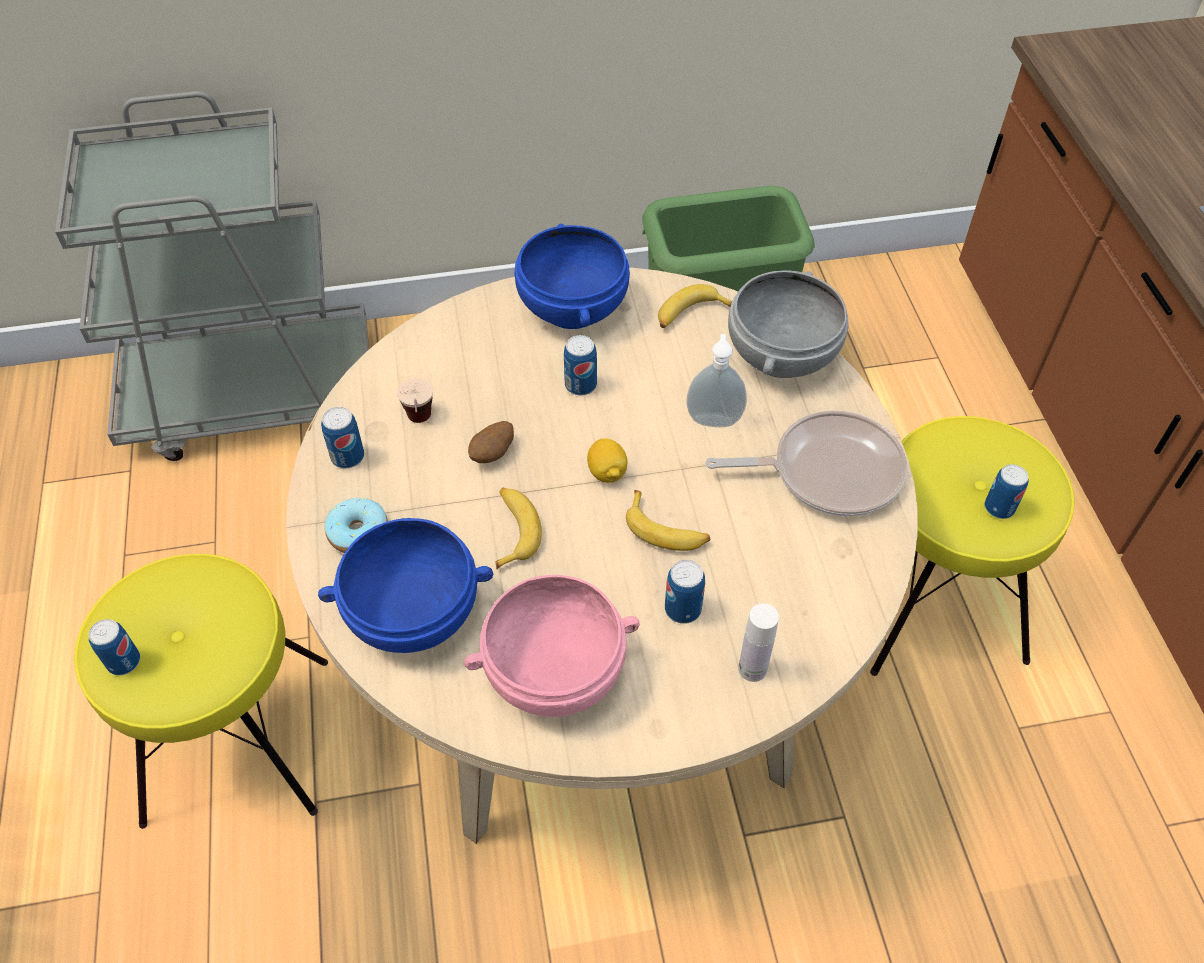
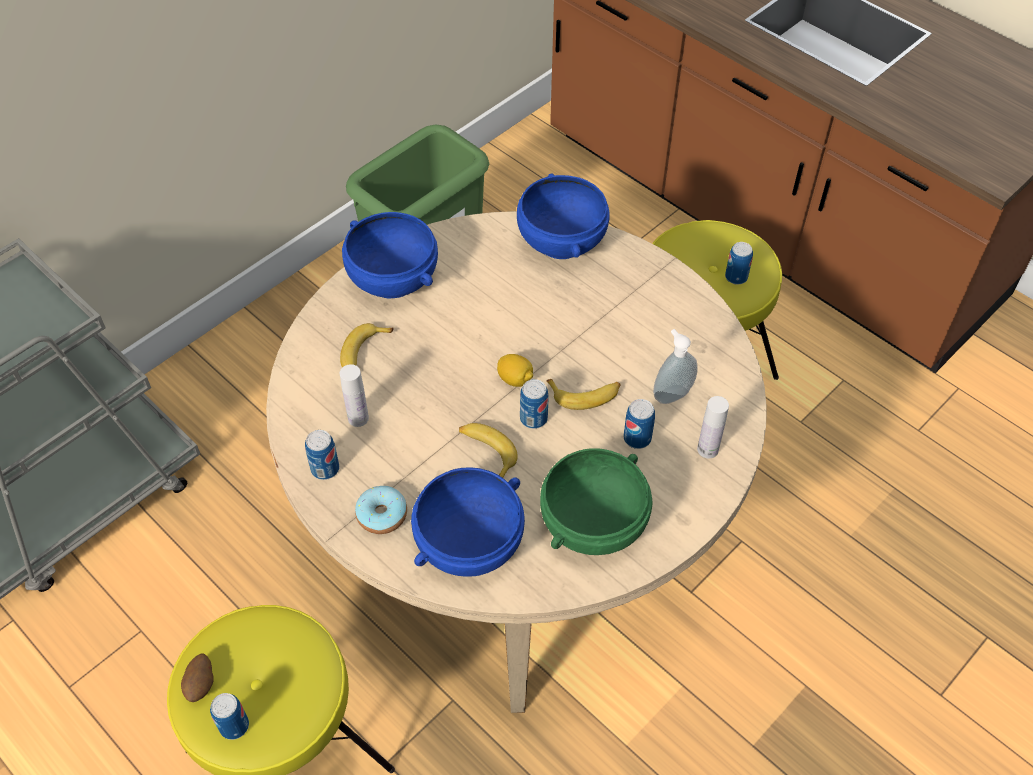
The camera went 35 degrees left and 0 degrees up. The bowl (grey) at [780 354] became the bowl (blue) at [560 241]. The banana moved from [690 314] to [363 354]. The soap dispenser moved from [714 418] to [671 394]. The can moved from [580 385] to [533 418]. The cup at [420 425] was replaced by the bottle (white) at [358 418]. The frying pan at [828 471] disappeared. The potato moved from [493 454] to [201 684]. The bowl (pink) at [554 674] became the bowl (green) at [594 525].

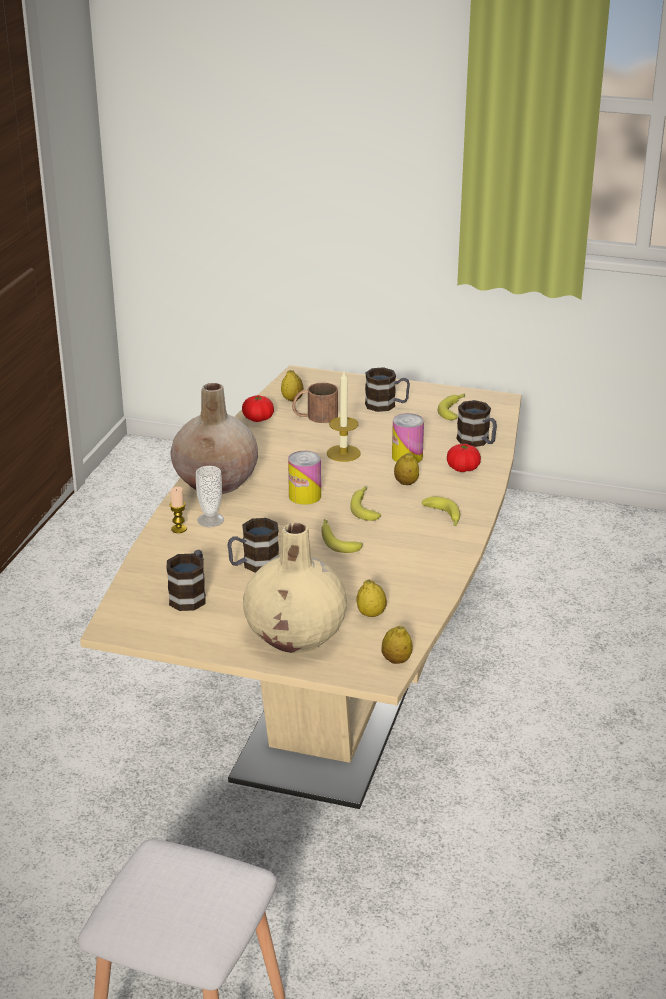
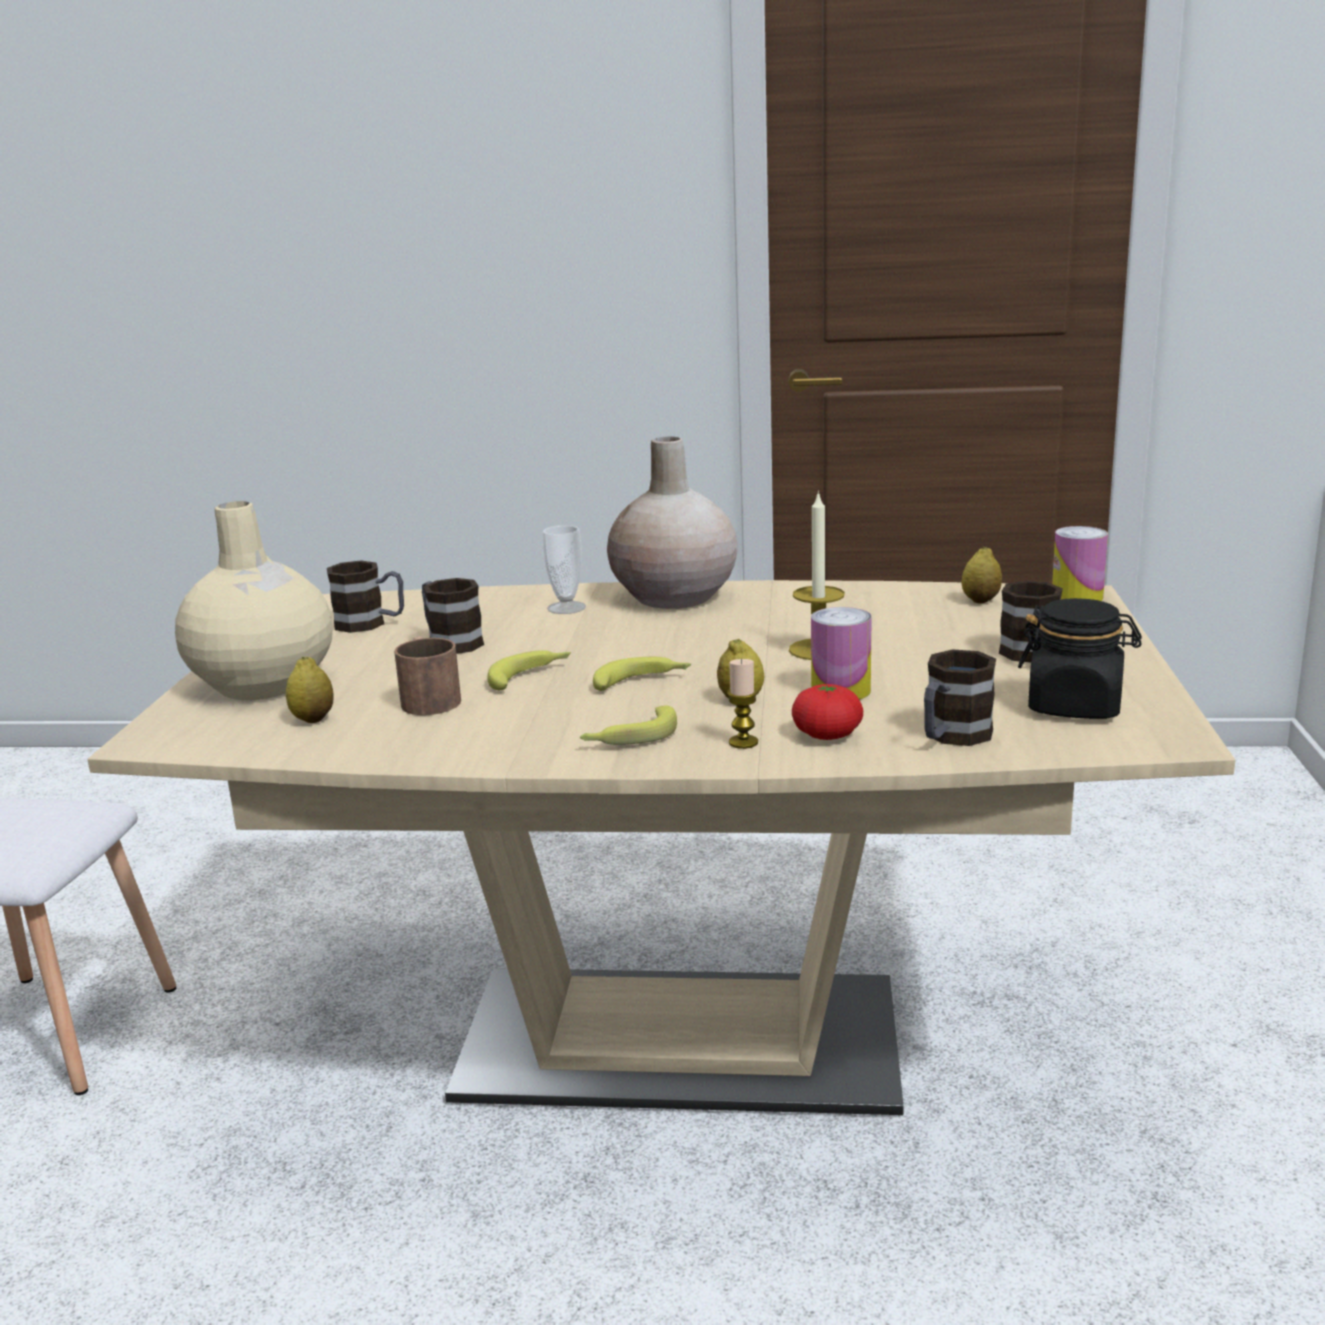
The camera went 80 degrees right and 10 degrees down. The mug (brown) moved from [315 416] to [428 698]. The banana at [454 410] was replaced by the jar (black) at [1075 706]. The tomato at [258 419] disappeared. The can moved from [305 496] to [1077 597]. The candle moved from [179 529] to [743 742]. The lemon at [396 660] disappeared.

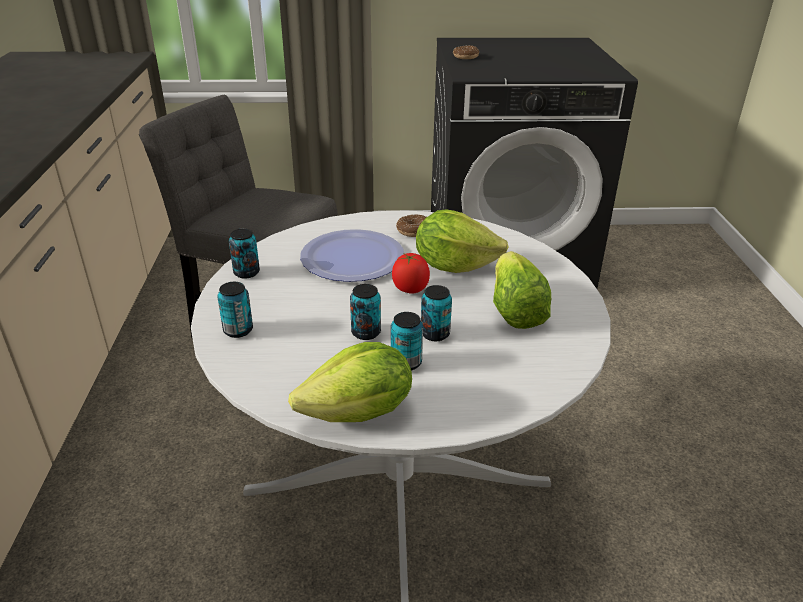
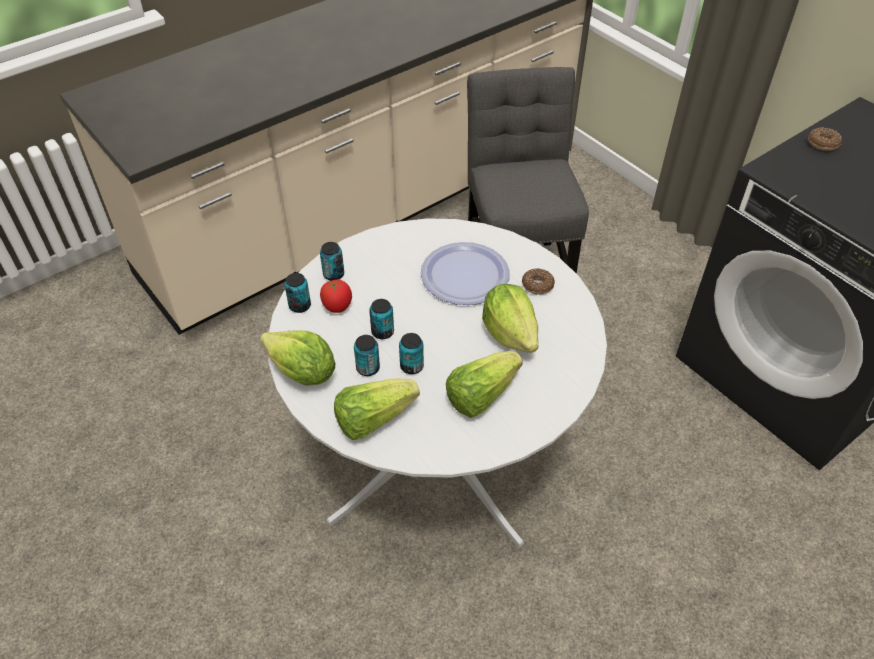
The camera went 55 degrees right and 15 degrees up. The can moved from [246 272] to [300 306]. The tomato moved from [410 289] to [337 306]. The lettuce at [373 419] appeared.

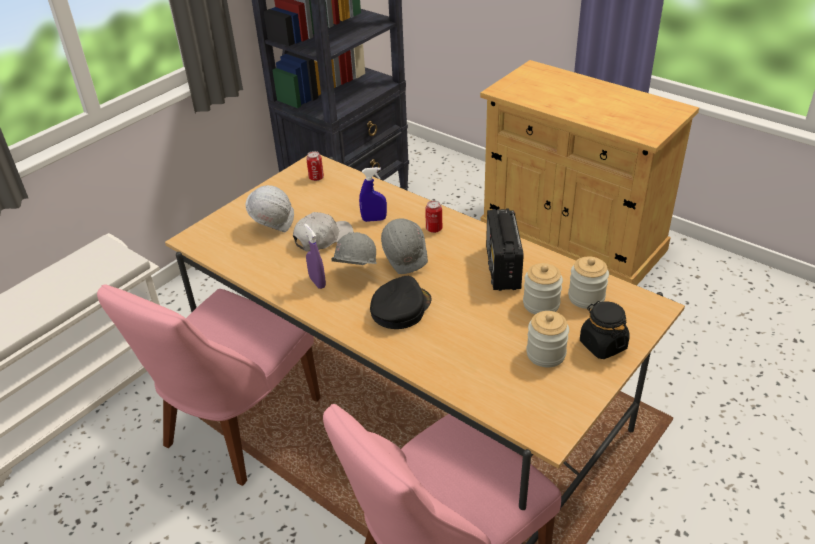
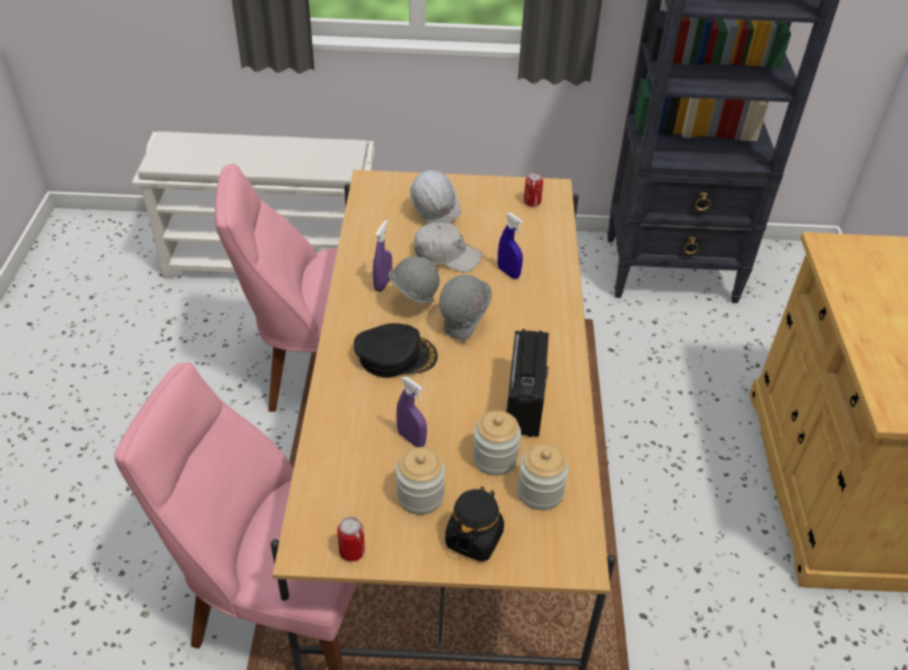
The camera went 50 degrees right and 5 degrees up. The can moved from [434 229] to [352 552]. The radio at [502 268] turned 135 degrees clockwise. The spray bottle (purple) at [411 439] appeared.

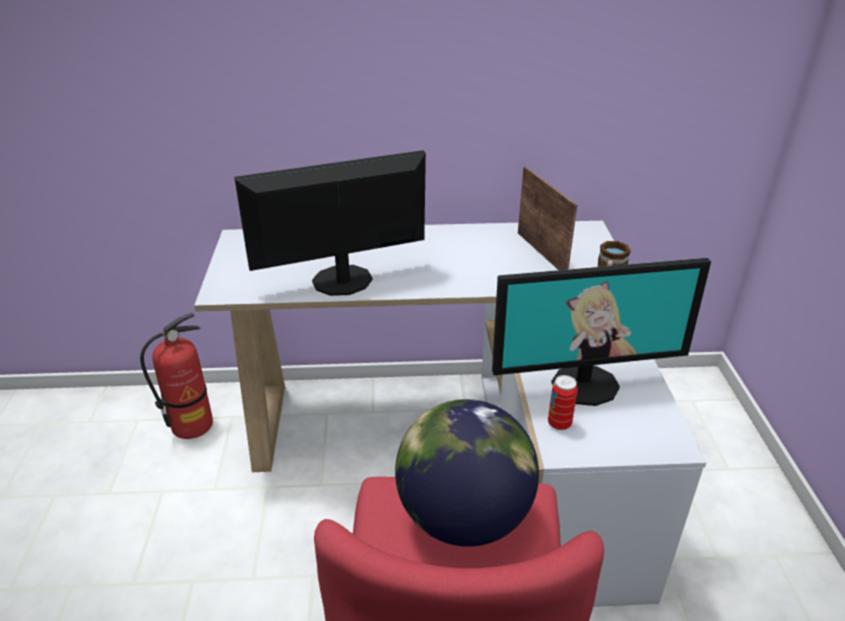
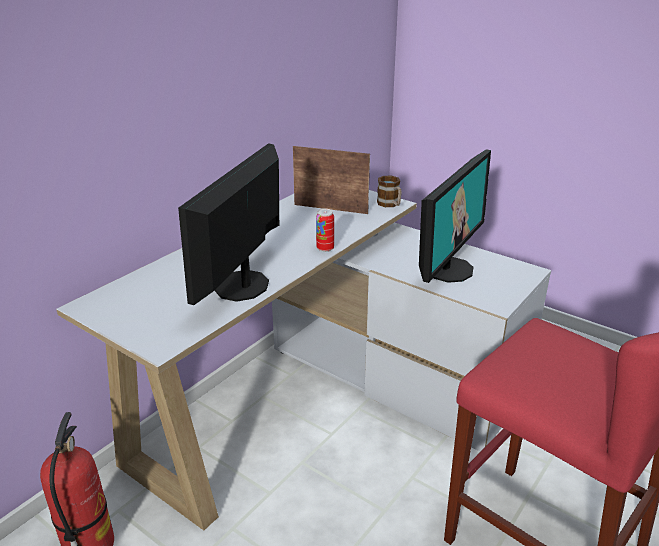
The camera went 50 degrees left and 5 degrees down. The can moved from [559 423] to [325 248]. The globe at [463 517] disappeared.

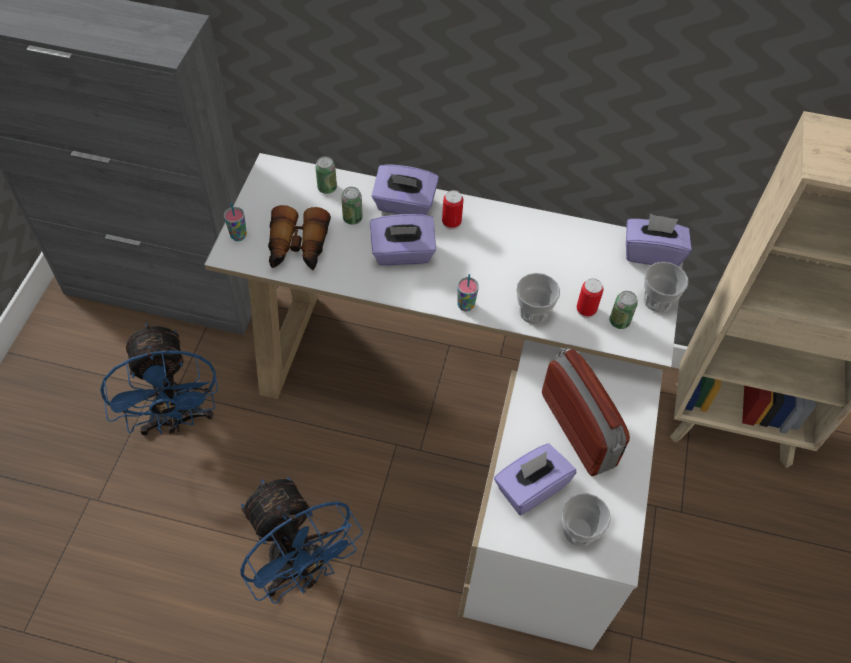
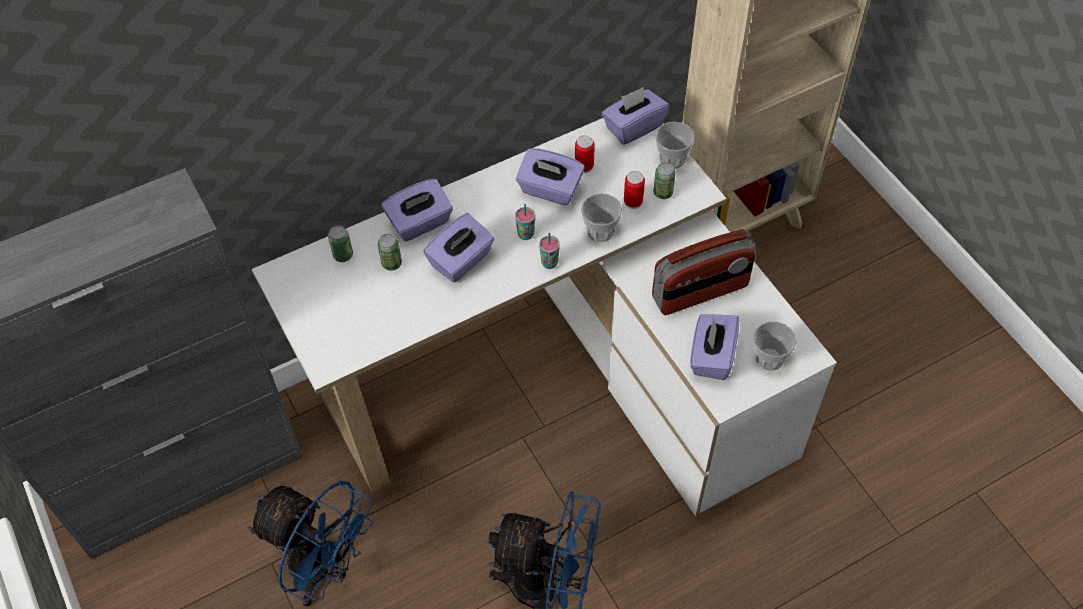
The camera went 40 degrees left and 0 degrees up. The can moved from [451 222] to [584 166]. The cup moved from [238 236] to [526 234]. The binoculars at [297 248] disappeared. The radio at [578 429] turned 135 degrees clockwise. The tissue box (purple) at [550 190] appeared.

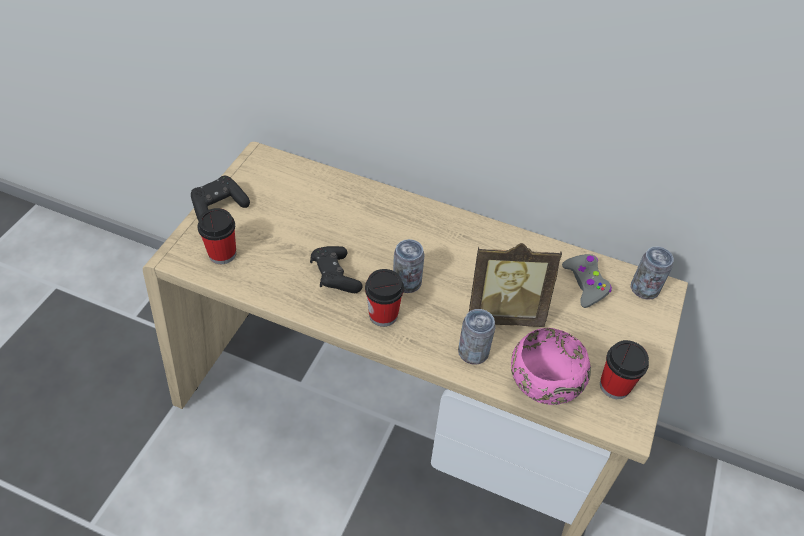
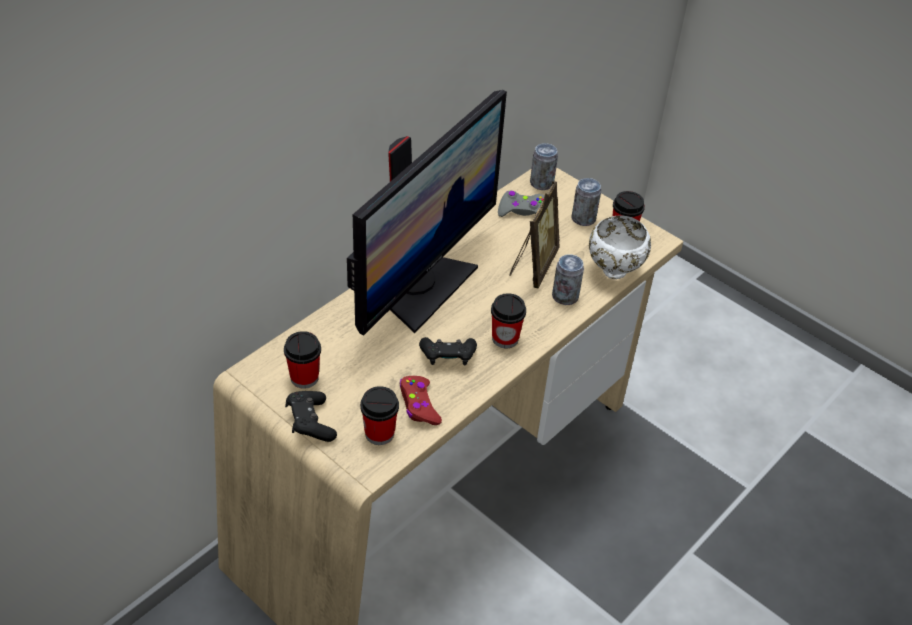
The camera went 70 degrees left and 5 degrees down. The can moved from [407 282] to [583 219]. The bowl (pink) at [540 390] became the bowl (white) at [613 273]. The monitor at [422 287] appeared. The cup at [304 378] appeared. The game controller (red) at [419 405] appeared.

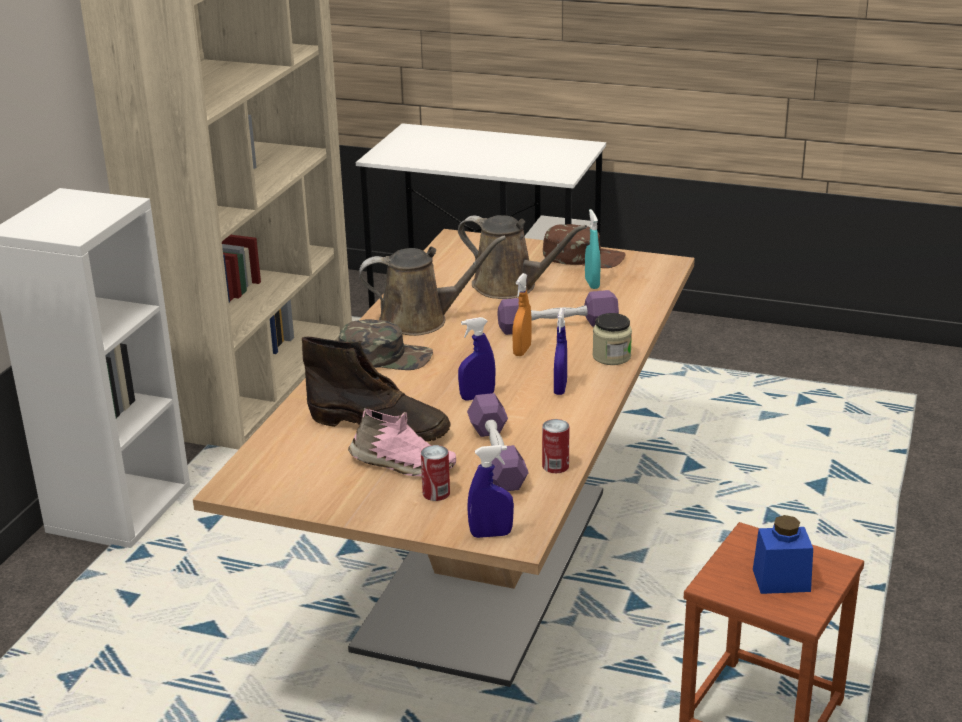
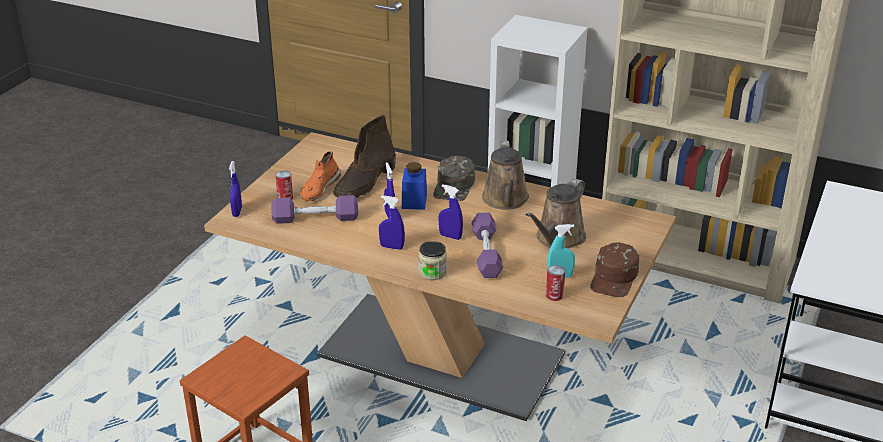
The camera went 95 degrees right and 5 degrees up. The spray bottle (orange) at [522 351] became the spray bottle (blue) at [450 236]. The shoe (pink) at [402 464] became the shoe (orange) at [319 188]. The can moved from [555 466] to [554 295]. The jar (blue) moved from [781 580] to [414 201].

